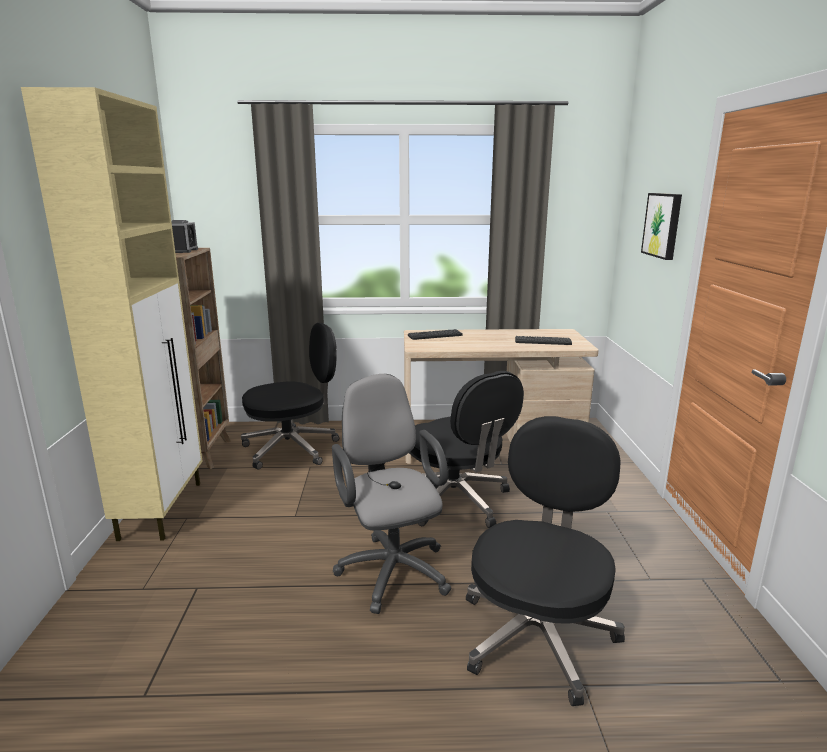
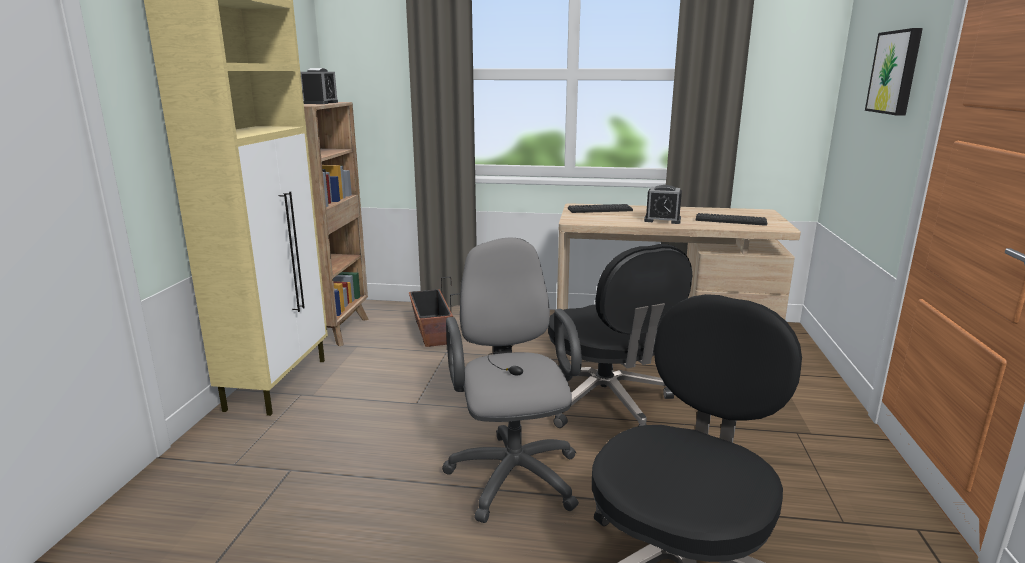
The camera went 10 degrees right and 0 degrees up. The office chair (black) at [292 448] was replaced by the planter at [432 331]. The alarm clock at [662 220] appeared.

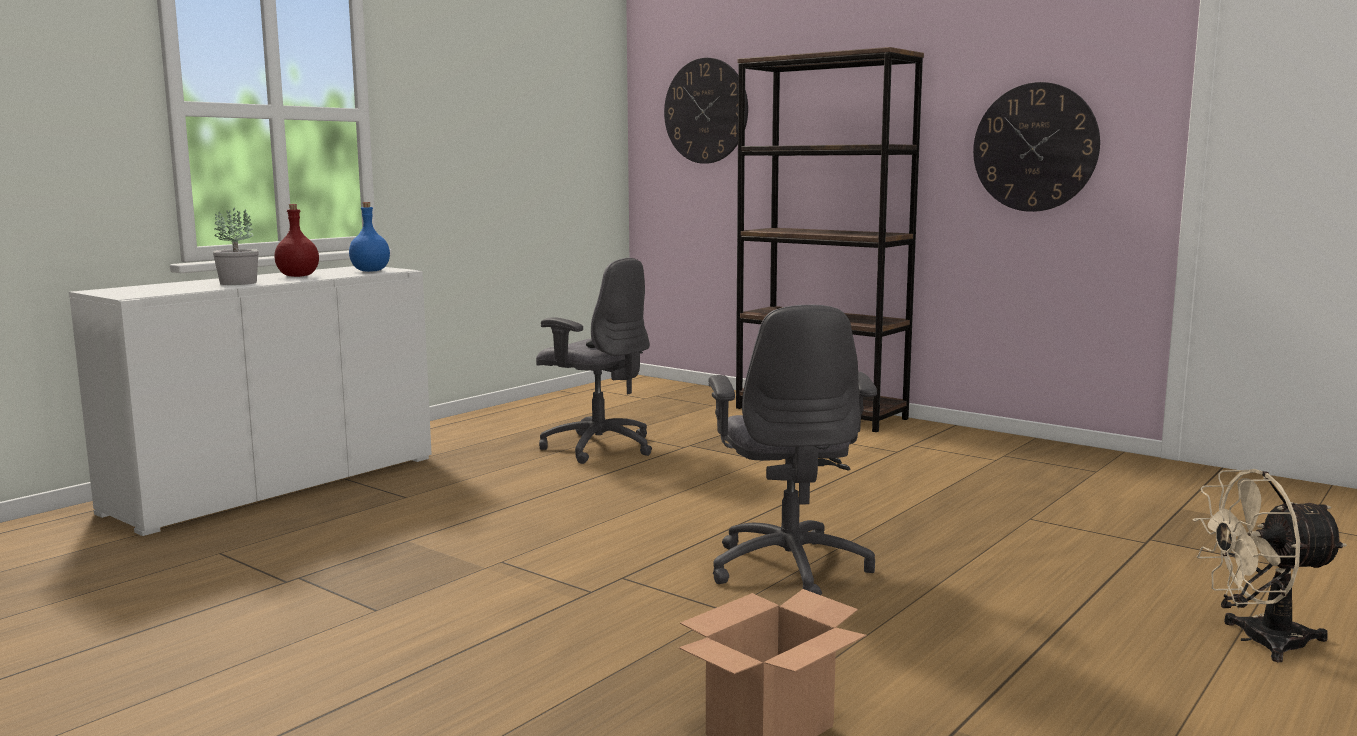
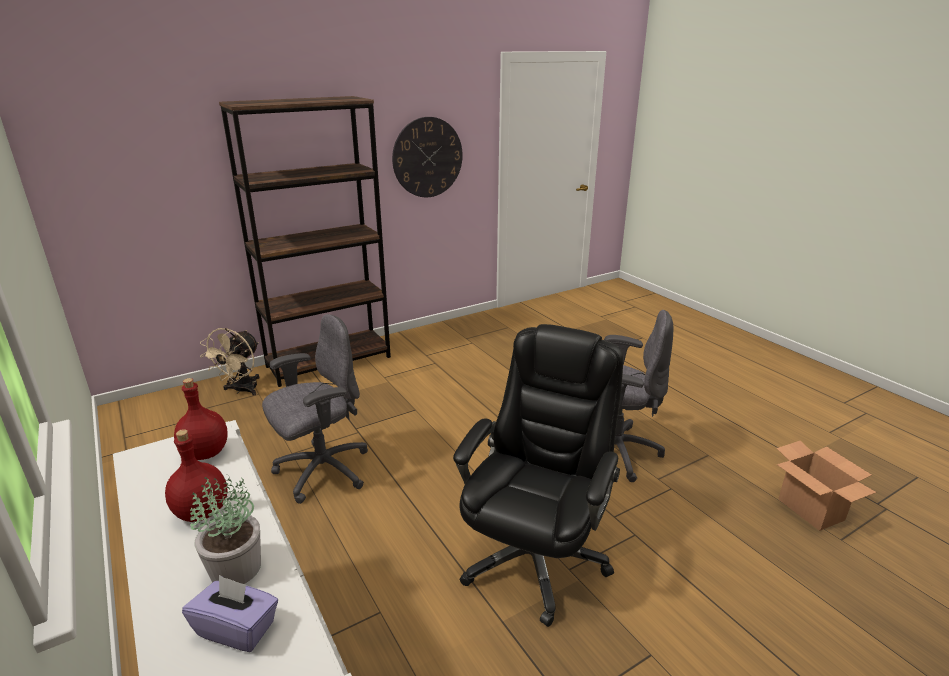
The camera went 70 degrees left and 15 degrees up. The wall clock at [706 111] disappeared. The bottle (blue) at [370 271] became the bottle (red) at [204 453]. The fan (beige) moved from [1258 641] to [241 390]. The office chair (black) at [535 557] appeared. The tissue box (purple) at [237 628] appeared.

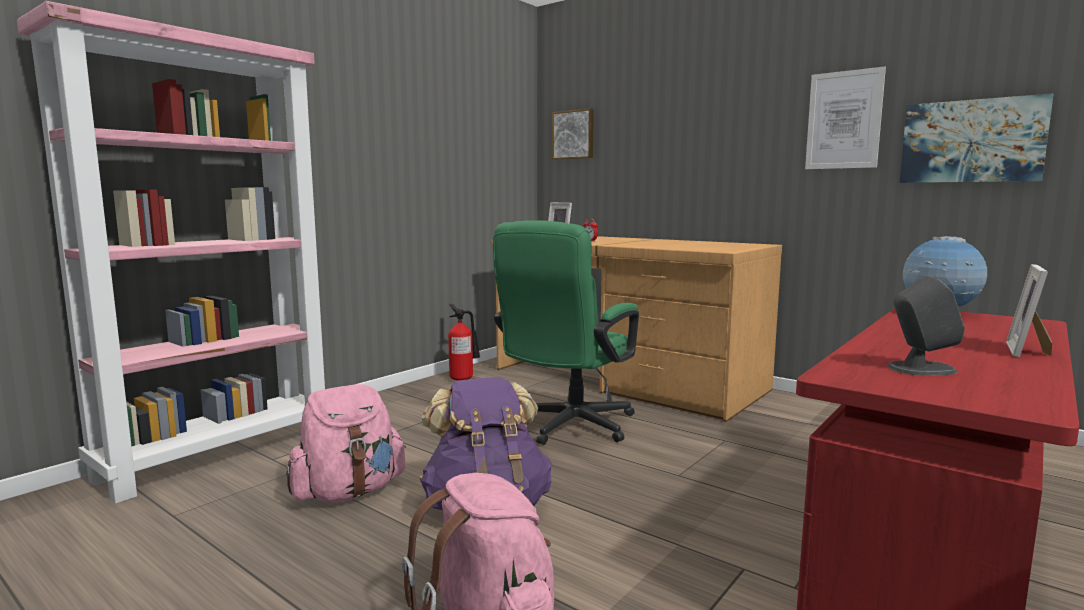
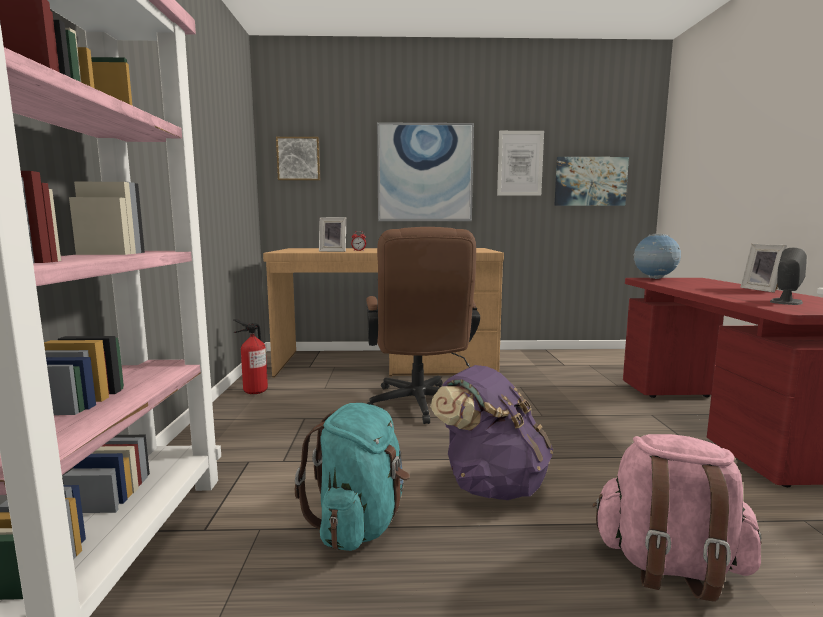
The camera went 40 degrees left and 0 degrees up. The office chair (green) at [567 427] became the office chair (brown) at [418 406]. The backpack (pink) at [349 492] became the backpack (turquoise) at [359 523]. The picture at [425 173] appeared.

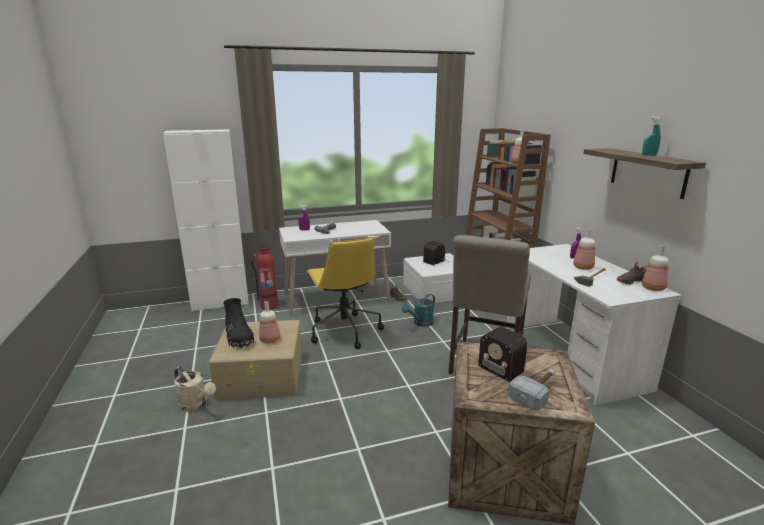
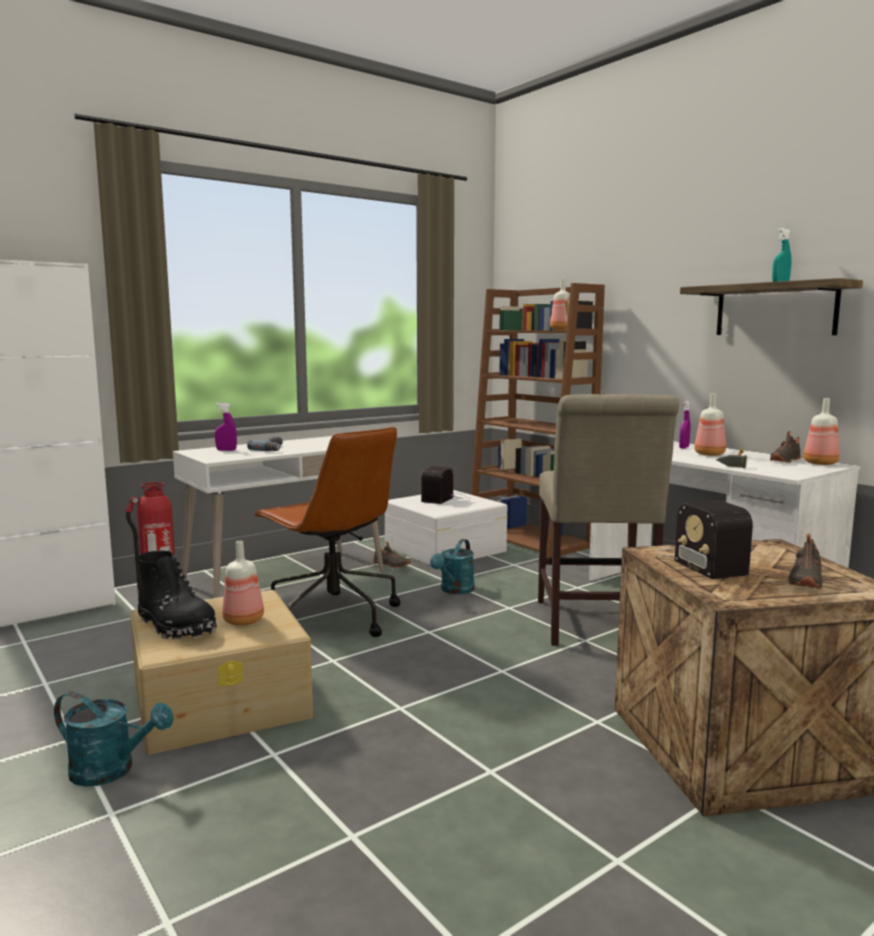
The camera went 20 degrees left and 10 degrees down. The office chair (yellow) at [344 330] became the office chair (brown) at [332 616]. The radio at [491 362] turned 45 degrees clockwise. The watering can (beige) at [196 405] became the watering can (turquoise) at [112 771]. The hammer at [536 392] was replaced by the shoe (black) at [804 580].

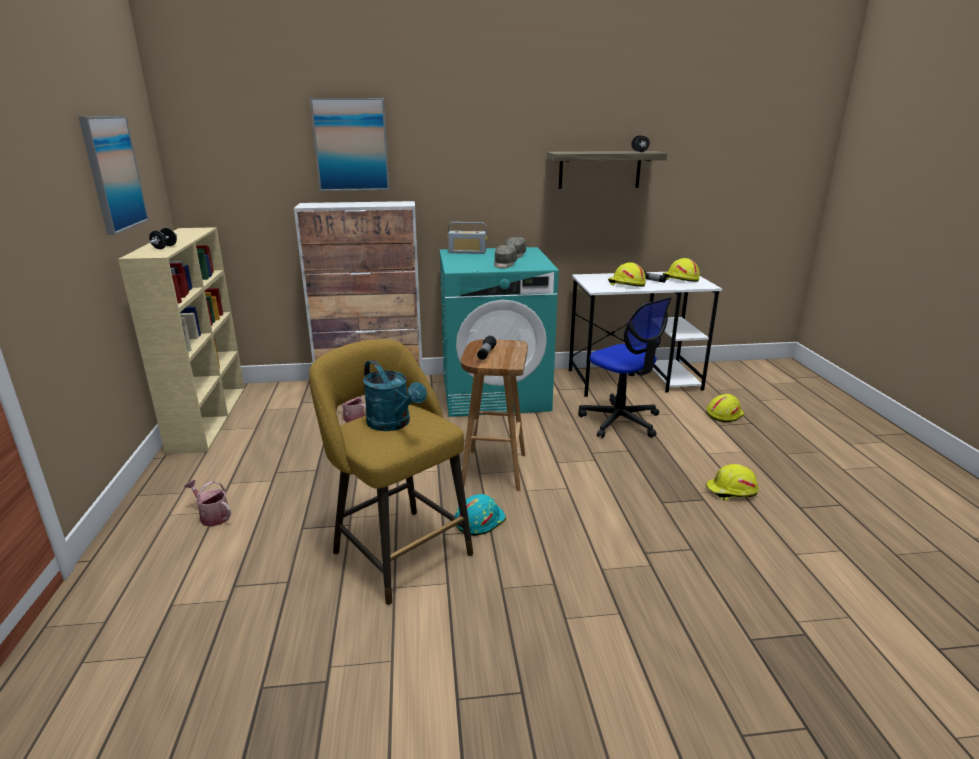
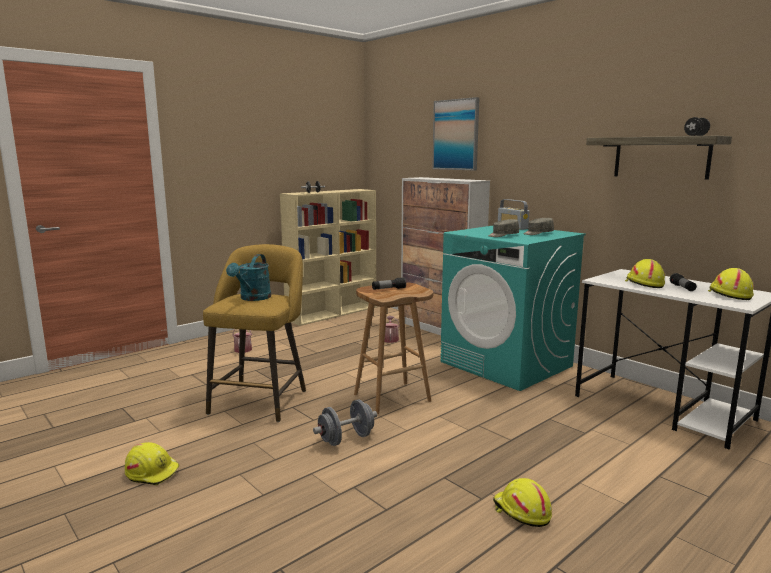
The camera went 55 degrees right and 10 degrees down. The picture at [113 173] disappeared. The office chair at [620 421] disappeared. The hard hat (yellow) moved from [724 414] to [152 472]. The hard hat (turquoise) at [479 521] disappeared. The dumbbell (grey) at [346 439] appeared.

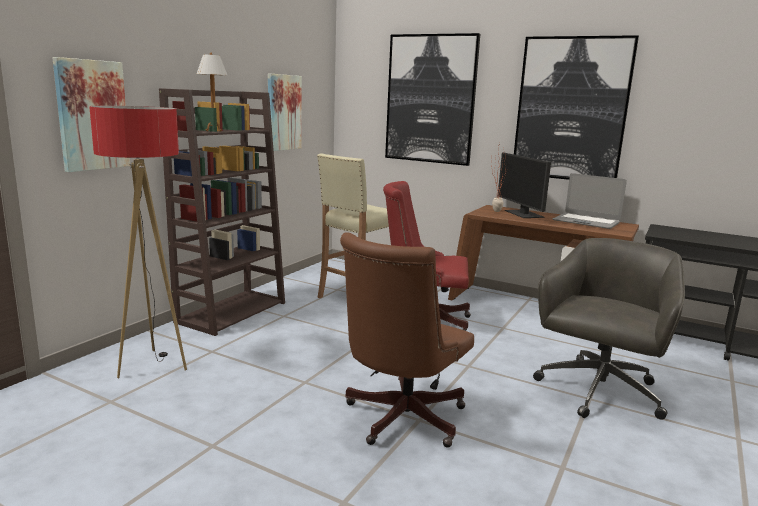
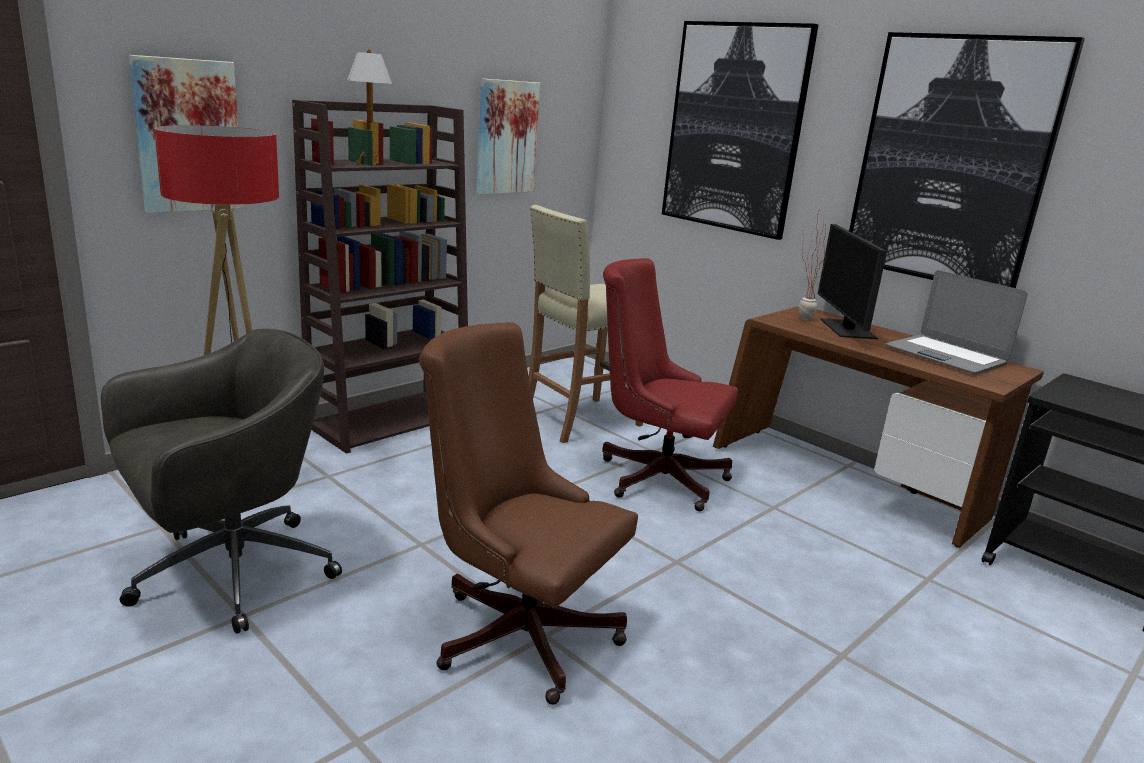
The camera went 15 degrees right and 5 degrees up. The office chair (brown) at [400 420] turned 75 degrees clockwise. The office chair (grey) moved from [598 392] to [228 574].

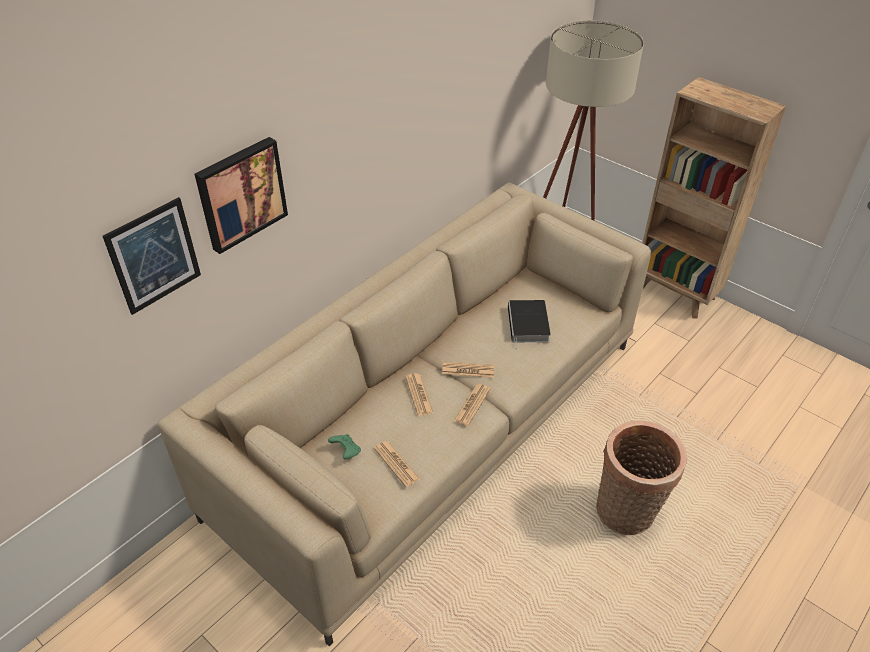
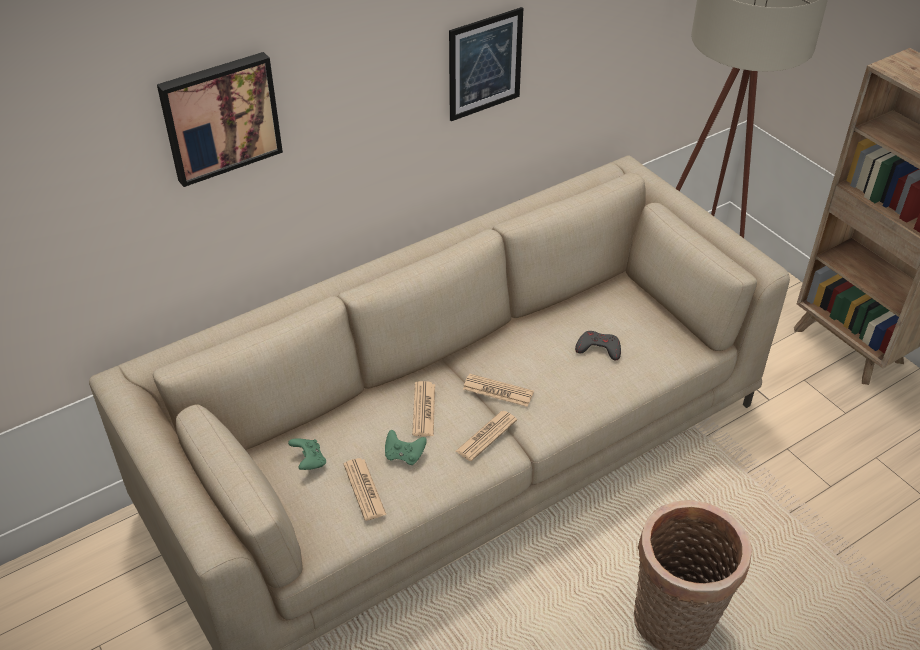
The camera went 15 degrees right and 0 degrees up. The picture moved from [154 256] to [485 64]. The book at [528 325] was replaced by the game controller (grey) at [598 348]. The game controller (green) at [404 455] appeared.

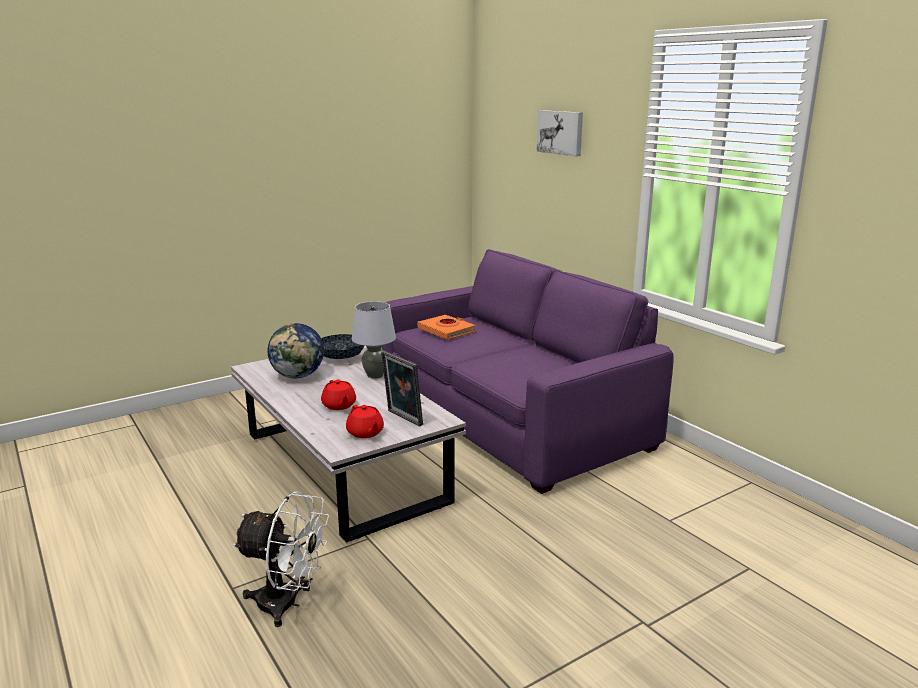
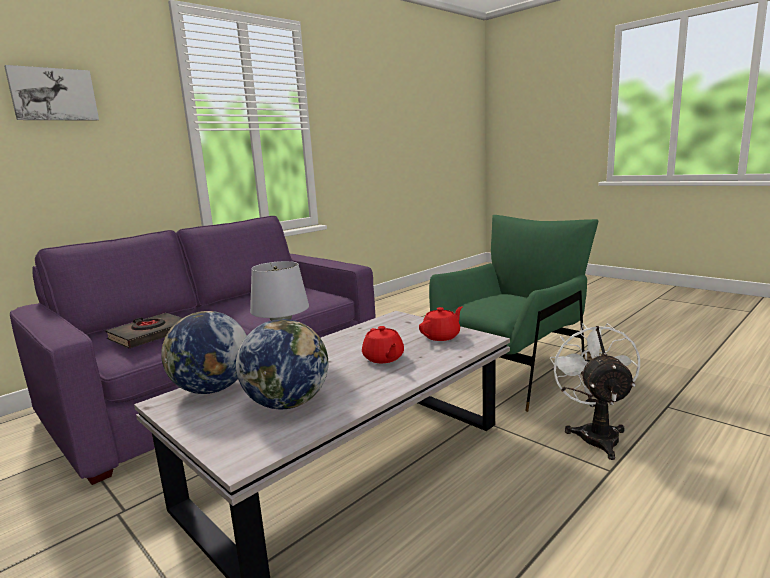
The camera went 100 degrees left and 5 degrees down. The book (orange) at [446 331] became the book (black) at [150 335]. The bowl at [341 358] was replaced by the globe at [212 389]. The picture frame at [402 419] disappeared. The teapot (red) at [339 405] turned 105 degrees clockwise. The armchair (green) at [509 370] appeared.

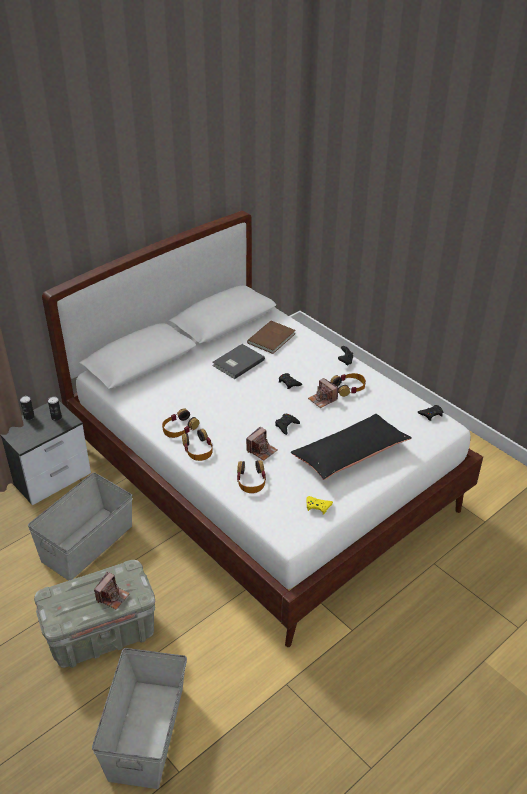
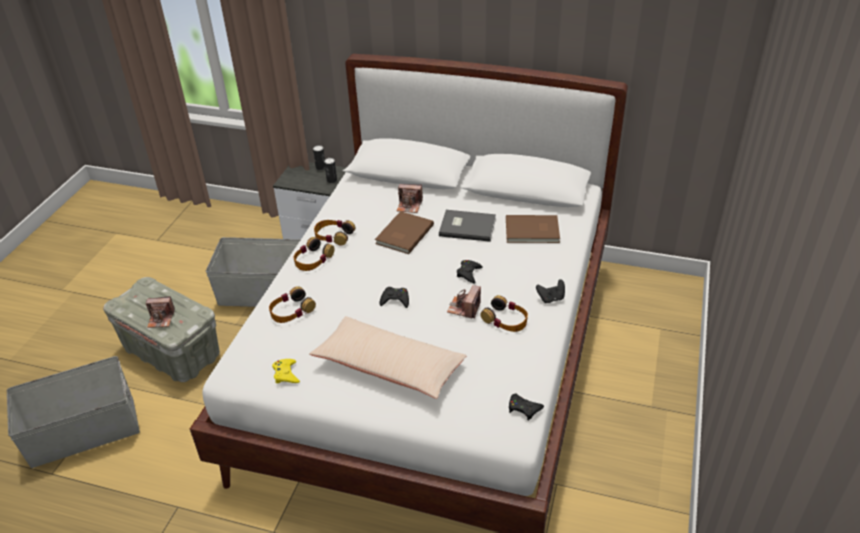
The camera went 60 degrees right and 0 degrees up. The pillow (black) at [350 454] became the pillow (beige) at [389 366]. The photo camera moved from [261 450] to [409 205]. The book (brown) at [403 234] appeared.

